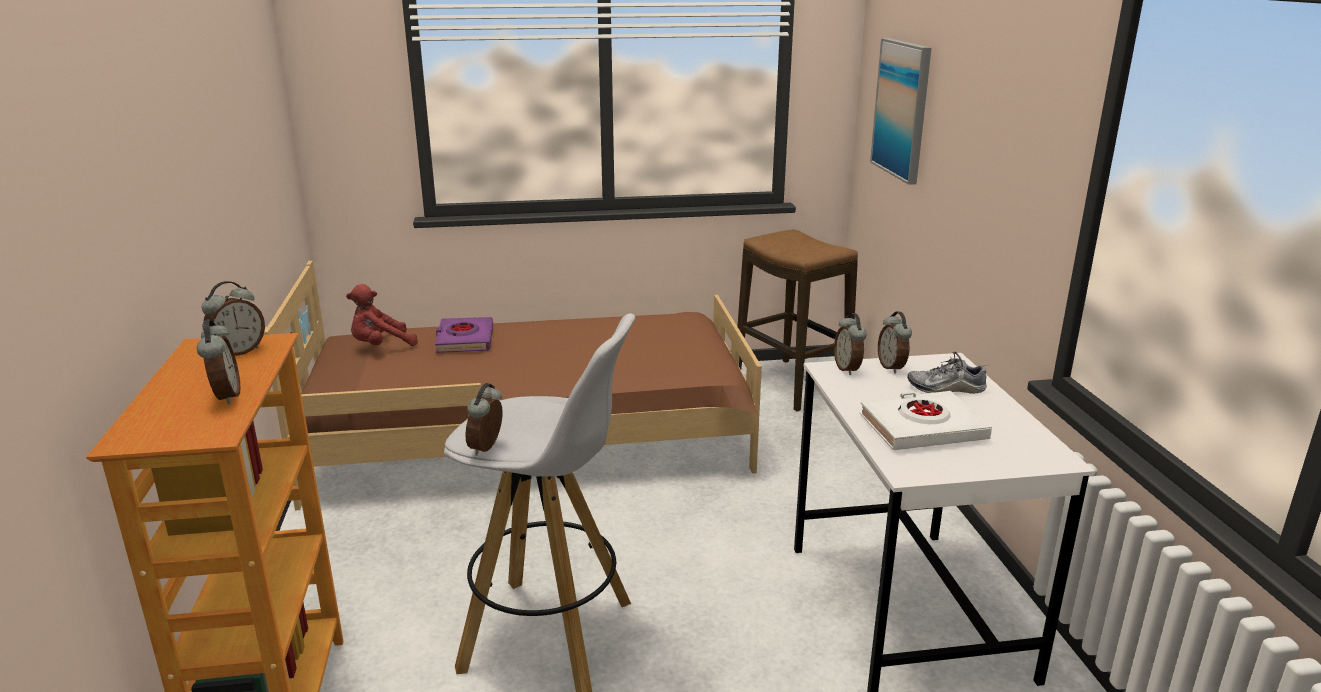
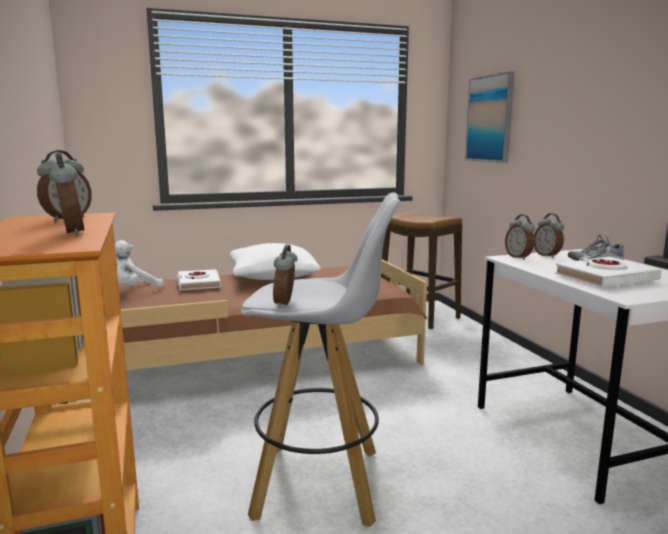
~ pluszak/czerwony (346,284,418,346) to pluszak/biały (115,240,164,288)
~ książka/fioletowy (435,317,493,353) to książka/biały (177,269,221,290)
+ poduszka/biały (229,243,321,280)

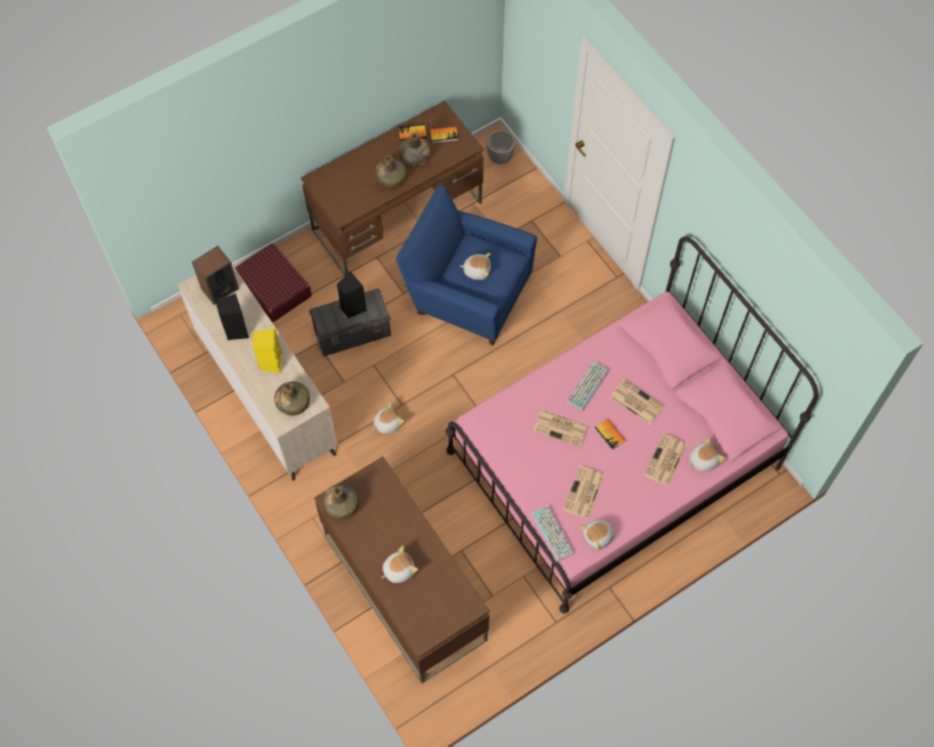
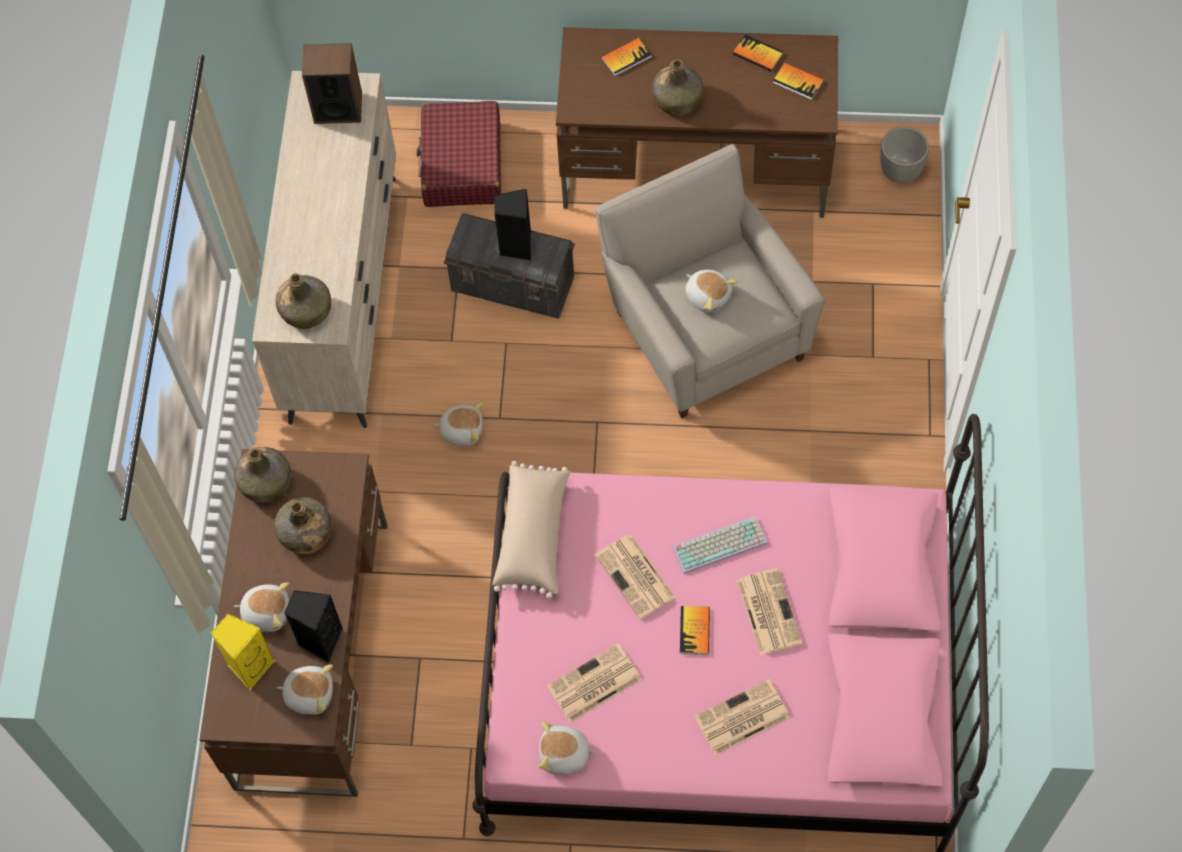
~ głośnik/żółty (252,328,282,373) to (210,614,275,690)
~ butelka/zielony (399,133,431,167) to (274,497,332,554)
~ pluszak (689,437,726,472) to (276,664,333,715)
~ głośnik/czarny (216,293,249,340) to (284,590,343,663)
+ poduszka/beżowy (492,461,570,598)
~ fotel/niebieski (396,185,537,345) to fotel/beżowy (595,144,825,418)
+ książka (601,38,652,76)
- klawiatura (531,505,574,562)

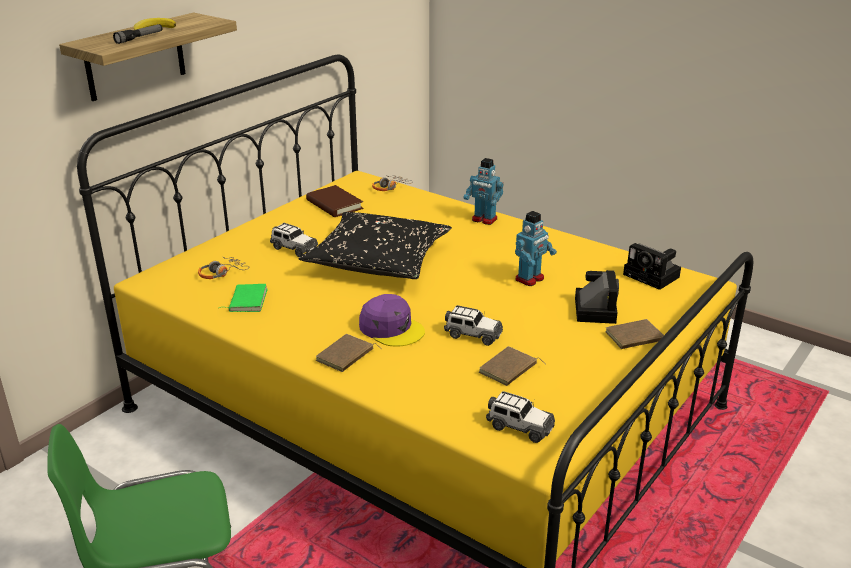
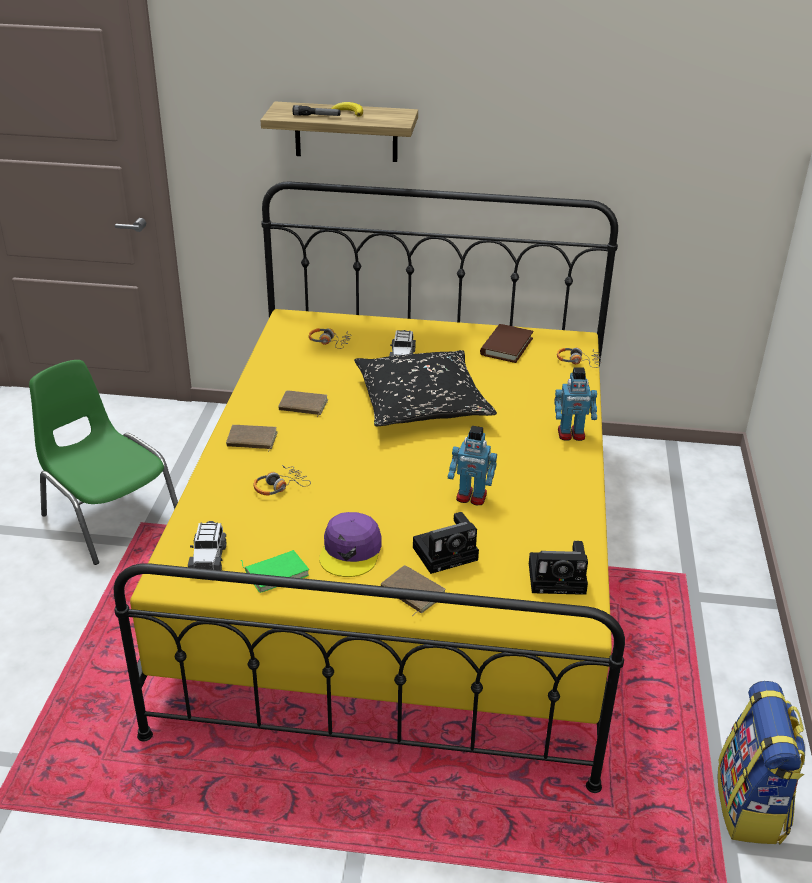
~ książka/zielony (219,284,268,312) to (241,550,309,593)
+ słuchawki (254,465,311,496)
~ książka/brązowy (479,346,546,386) to (278,390,328,417)
~ czapka z daszkiem/fioletowy (359,294,425,347) to (319,512,382,577)
~ aparat fotograficzny (623,243,681,290) = (529,541,588,595) 105 degrees counterclockwise
~ robot zabawkowy (464,158,504,225) = (554,367,597,441) 90 degrees counterclockwise
+ plecak (718,681,806,845)
- samochodzik (444,305,503,346)

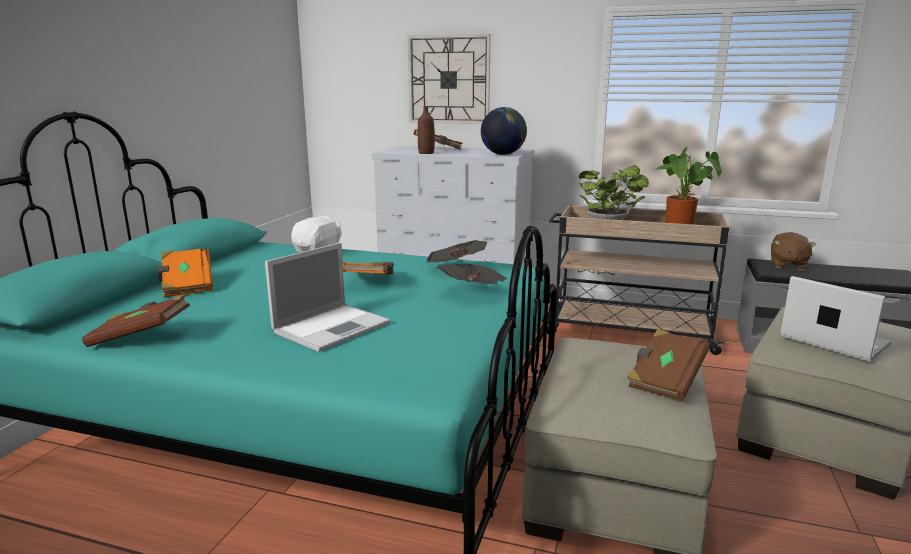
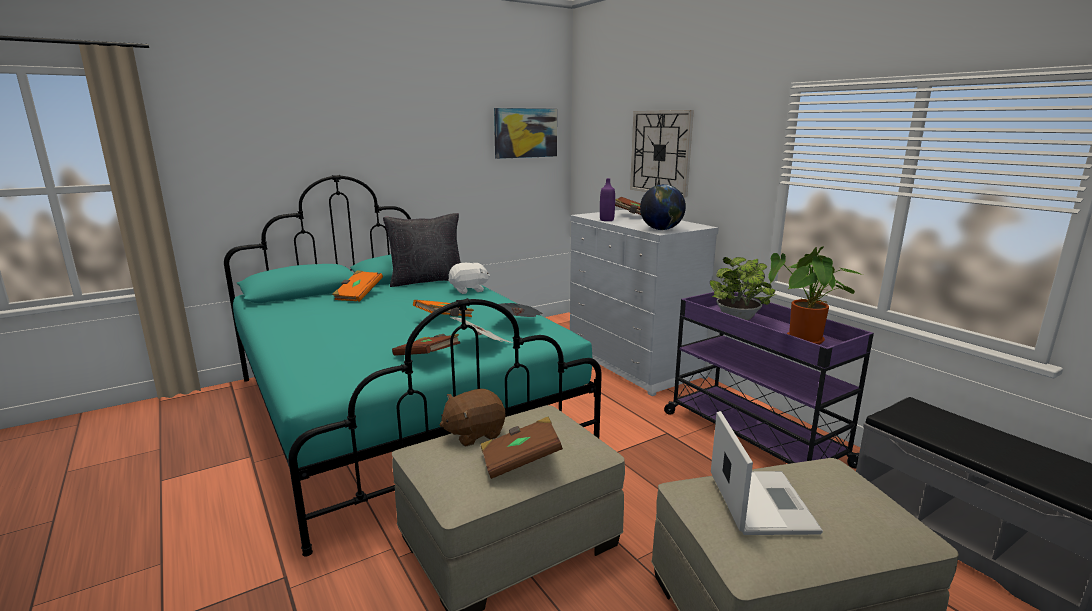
+ poduszka/czarny (383,213,461,287)
~ książka/brązowy (82,294,190,347) to (392,334,460,356)
~ pluszak/brązowy (771,232,816,270) to (440,389,505,446)
+ obraz (494,108,557,159)
~ butelka/brązowy (418,106,435,154) to butelka/fioletowy (600,178,615,221)
~ wózek/beżowy (547,205,729,355) to wózek/fioletowy (664,291,874,468)
- laptop (265,243,390,352)

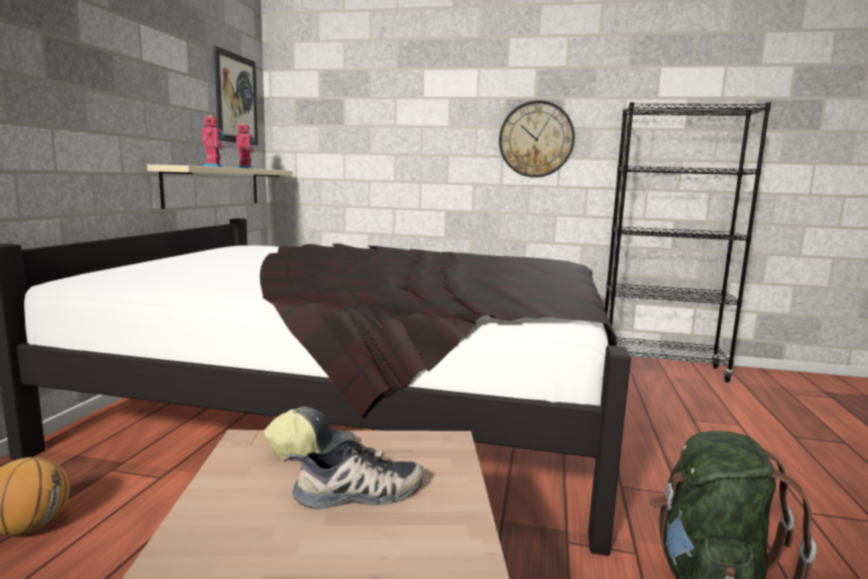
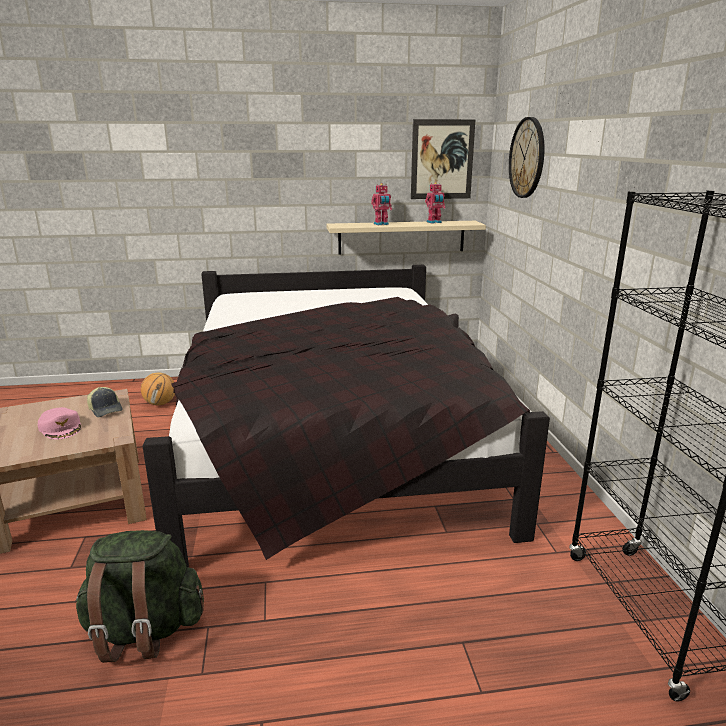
~ but (287,439,424,509) to czapka z daszkiem/różowy (38,407,81,439)
~ zegar ścienny (499,100,575,178) to (509,117,545,198)

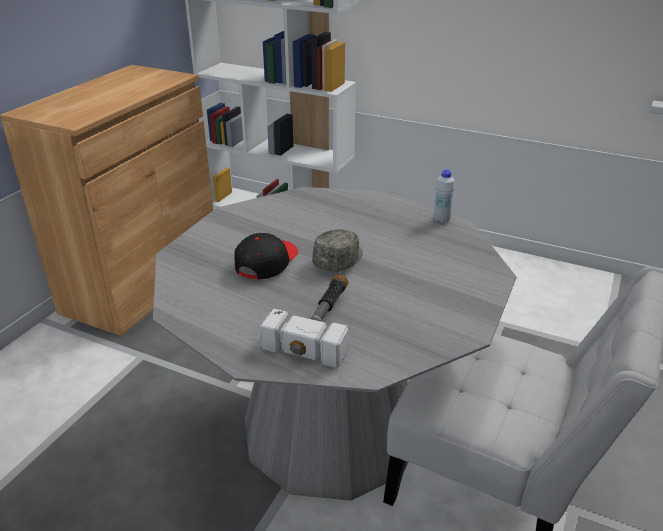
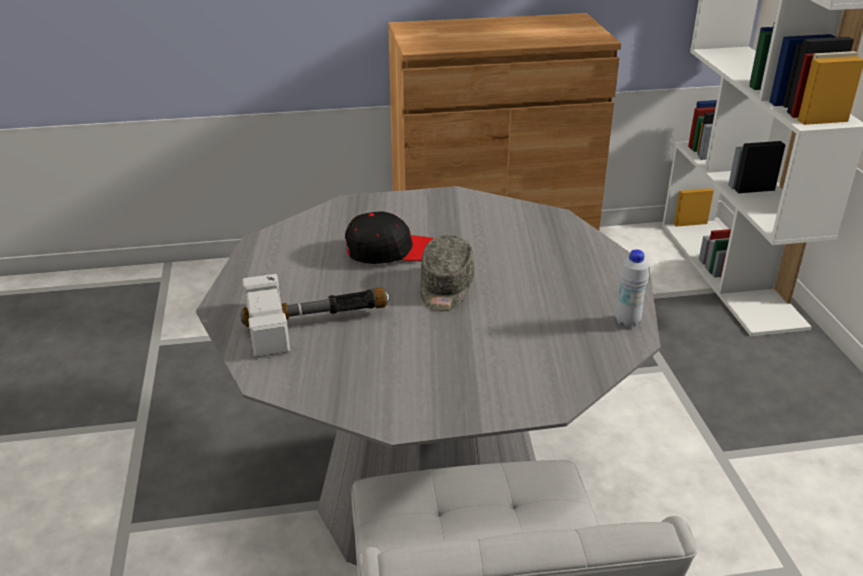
~ czapka z daszkiem/szary (312,229,363,272) = (420,235,474,311) 105 degrees clockwise

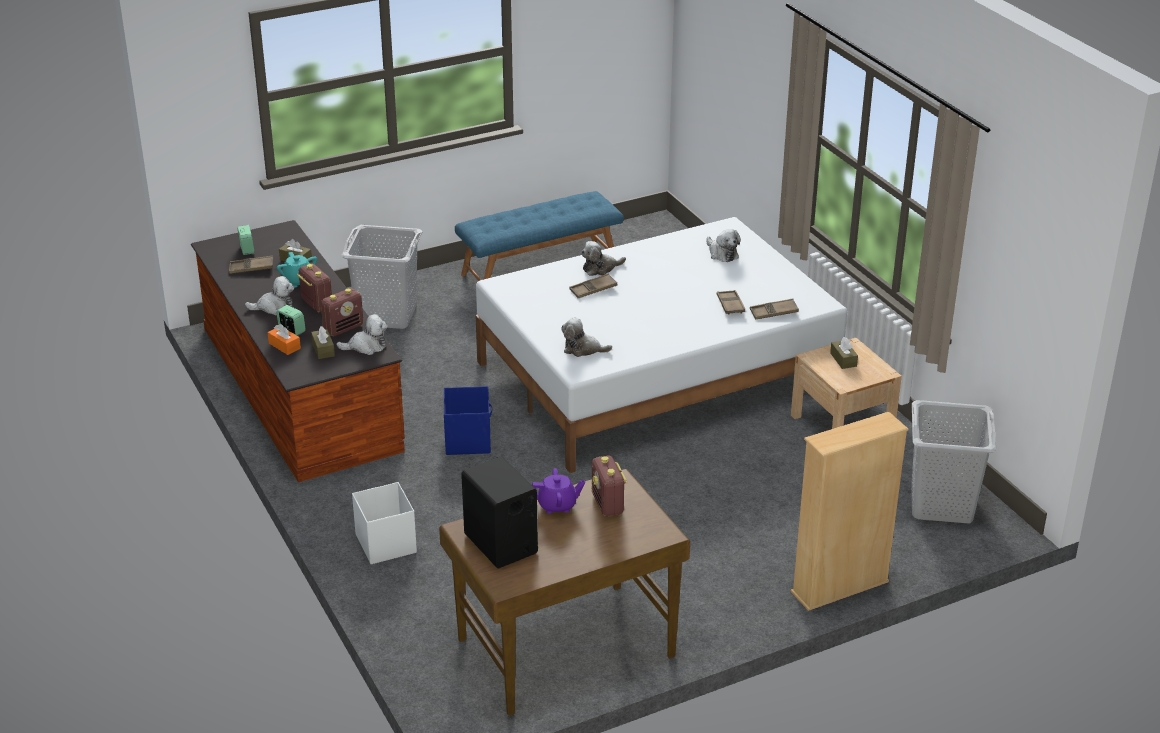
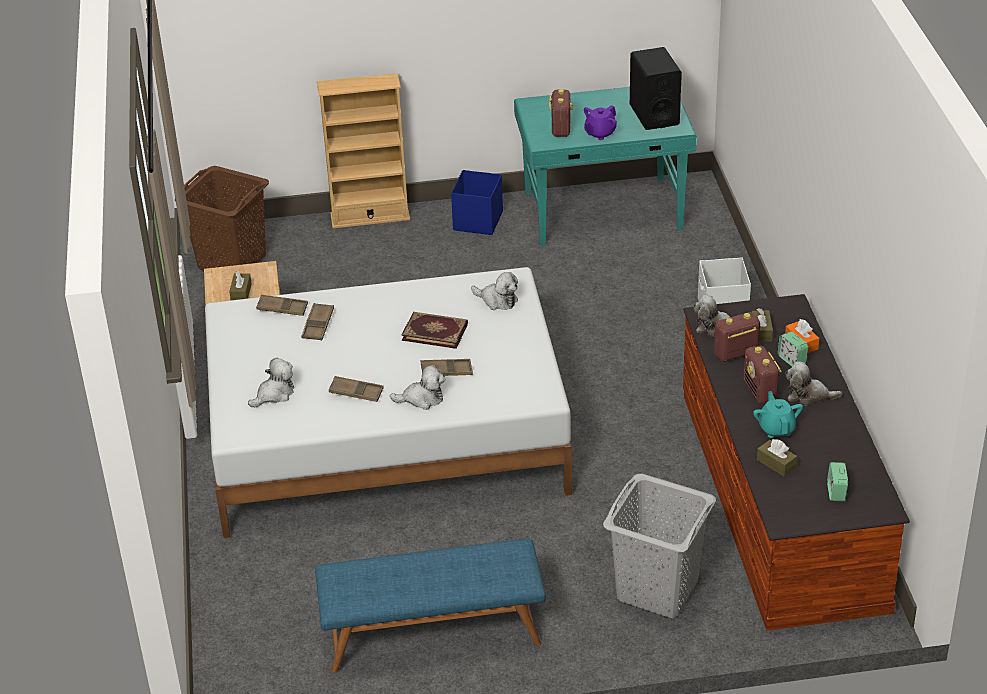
~ kosz na pranie/szary (911,400,996,524) to kosz na pranie/brązowy (175,166,269,271)
~ pluszak (706,229,741,262) = (248,358,294,407) 60 degrees clockwise
~ taca/brązowy (229,256,274,274) to (329,376,383,402)
+ książka (401,312,468,349)
~ pojemnik do przechowywania/niebieski (444,386,492,455) to (451,170,503,235)
~ biurko/brązowy (439,469,690,716) to biurko/turkusowy (514,87,697,246)
~ imbryk/fioletowy (532,468,585,514) = (584,105,617,140) 60 degrees counterclockwise

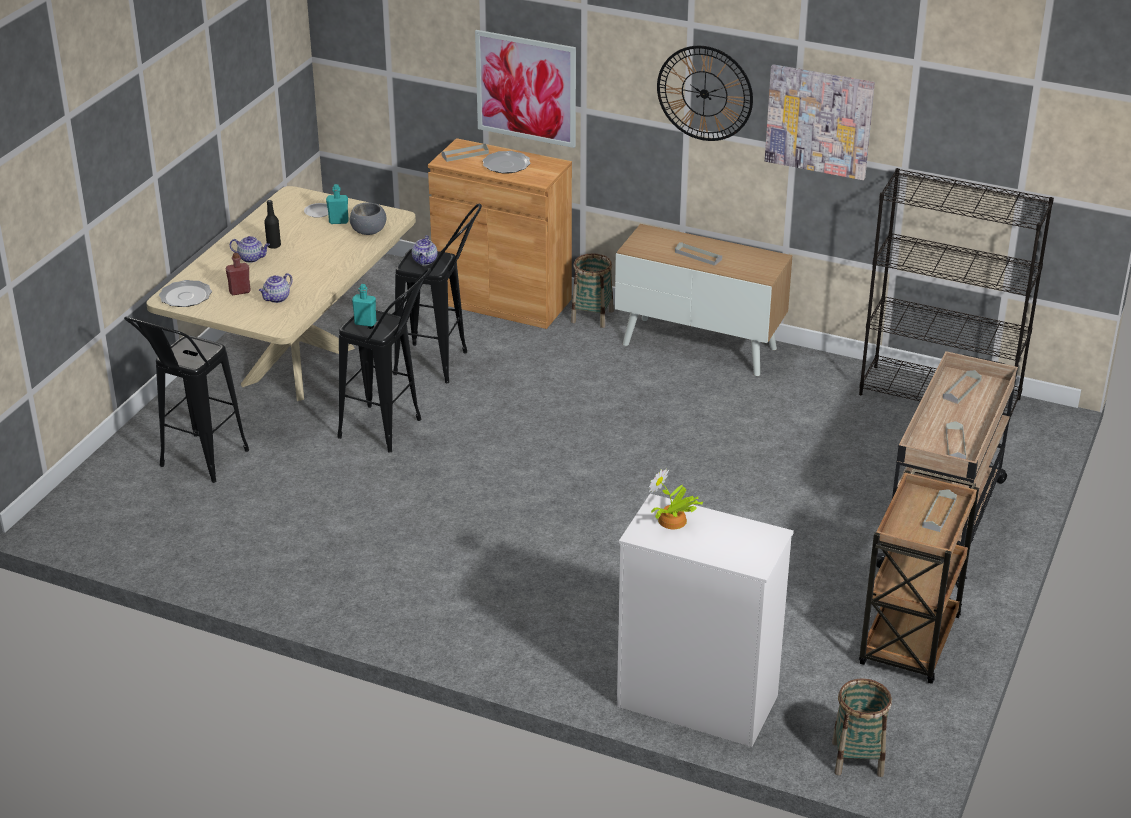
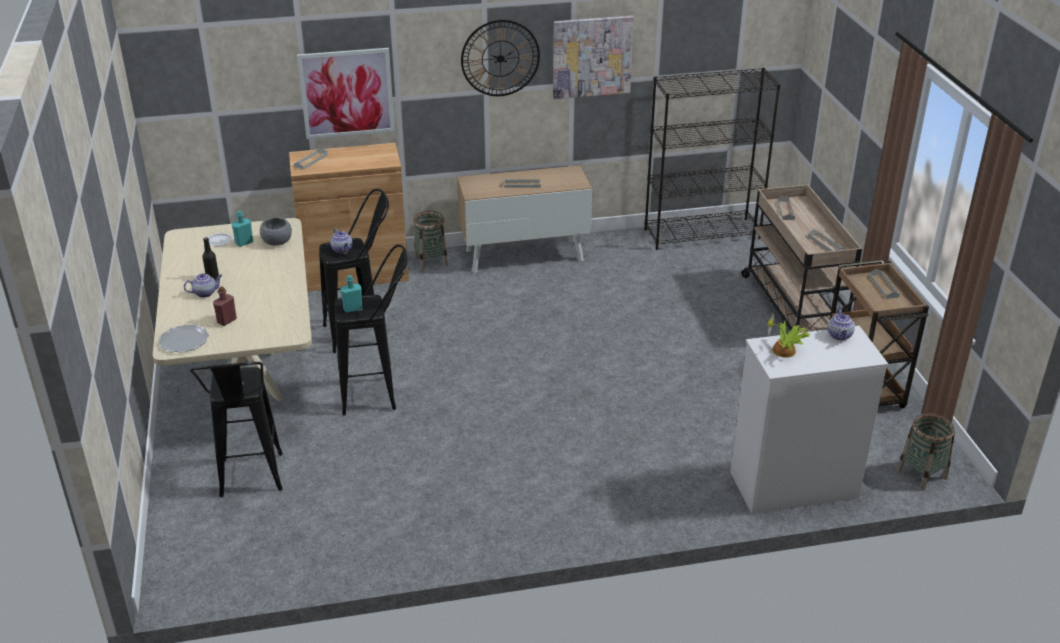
~ imbryk (259,273,293,303) to (827,309,855,341)
- talerz (483,151,531,174)

